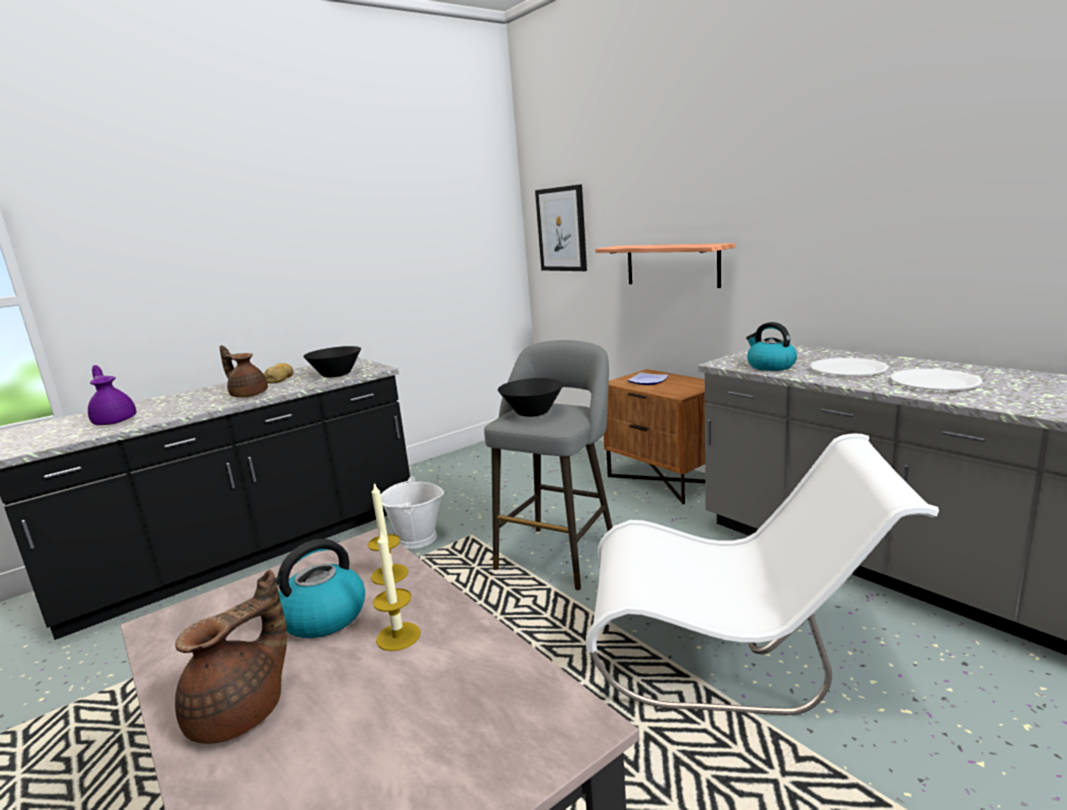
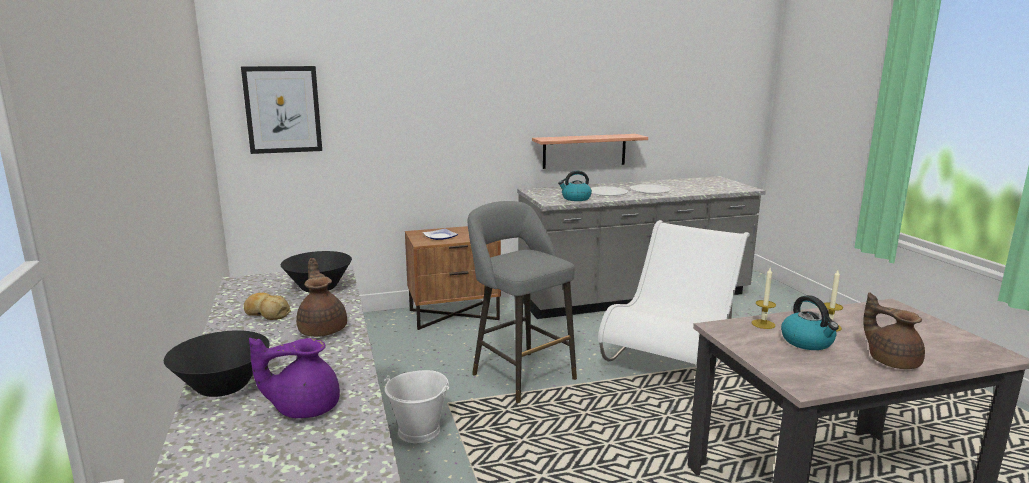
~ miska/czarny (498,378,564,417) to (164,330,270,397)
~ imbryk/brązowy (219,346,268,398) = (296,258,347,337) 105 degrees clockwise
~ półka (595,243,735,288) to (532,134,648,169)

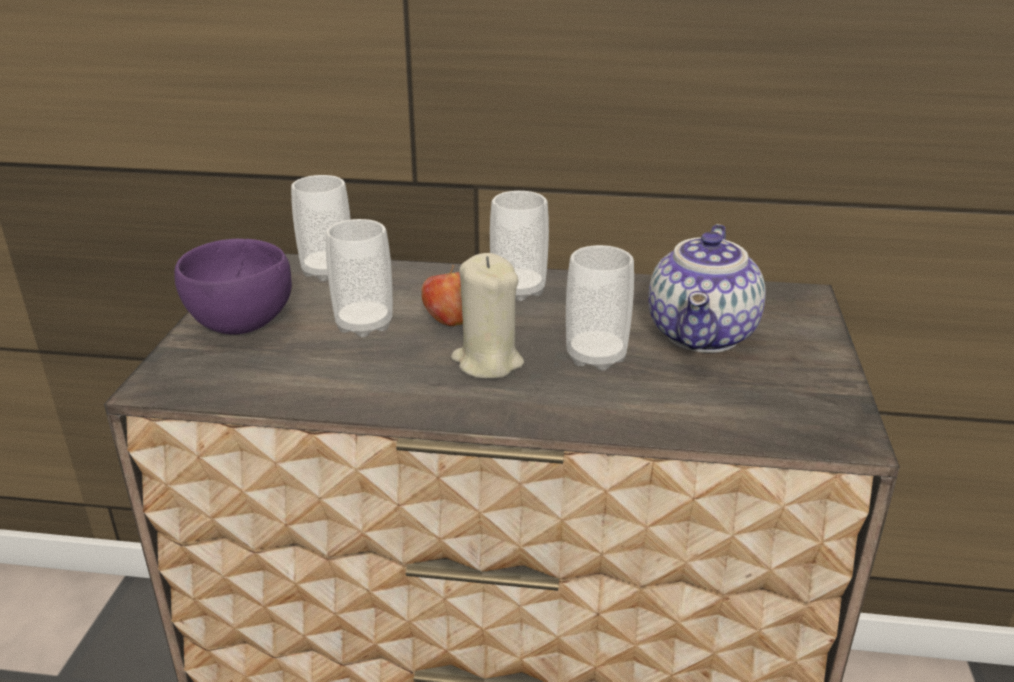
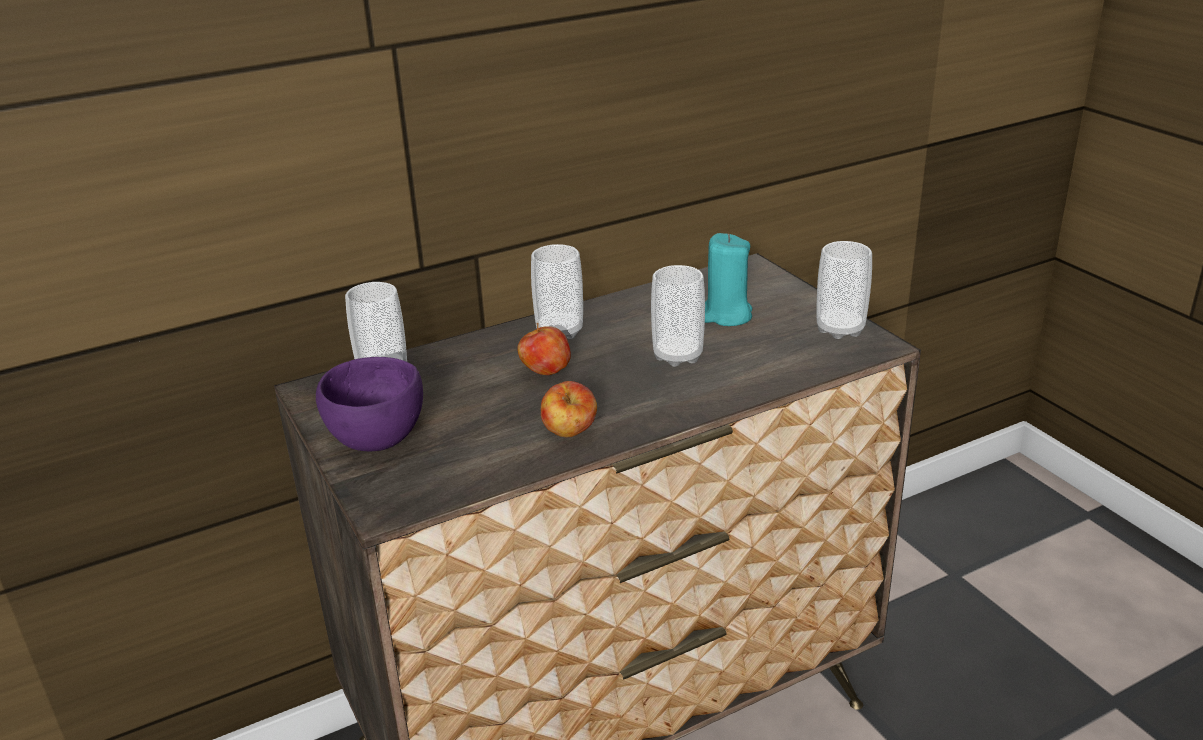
+ jabłko (541,381,597,437)
~ imbryk (649,224,766,353) to świeca/turkusowy (705,233,752,326)
~ filiżanka (326,219,393,337) to (817,241,872,339)
- świeca/beżowy (451,253,524,379)

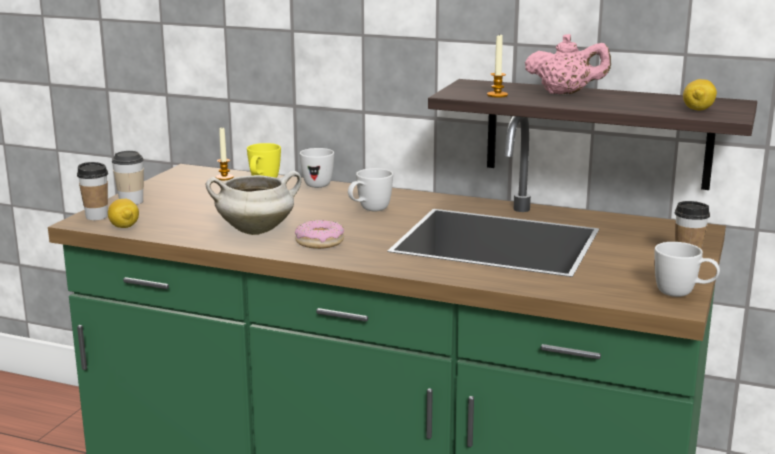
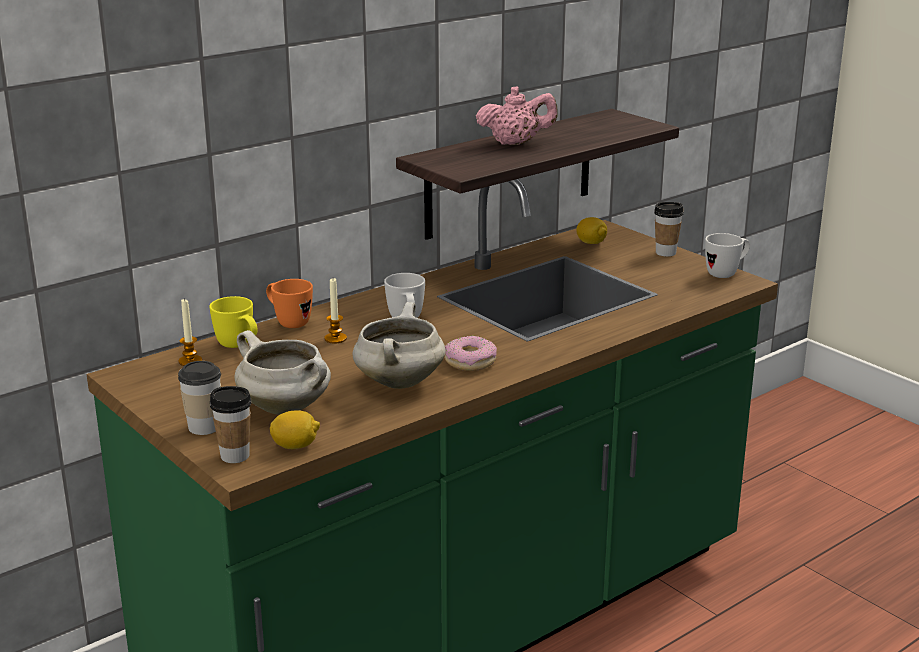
+ garnek/biały (234,330,331,415)
~ kubek/biały (300,148,334,188) to kubek/pomarańczowy (266,279,313,328)
~ świeca (487,33,508,98) to (324,278,347,344)
~ imbryk/różowy (525,34,611,95) = (476,86,558,145) 45 degrees clockwise
~ cytryna (683,79,717,111) to (576,217,607,244)

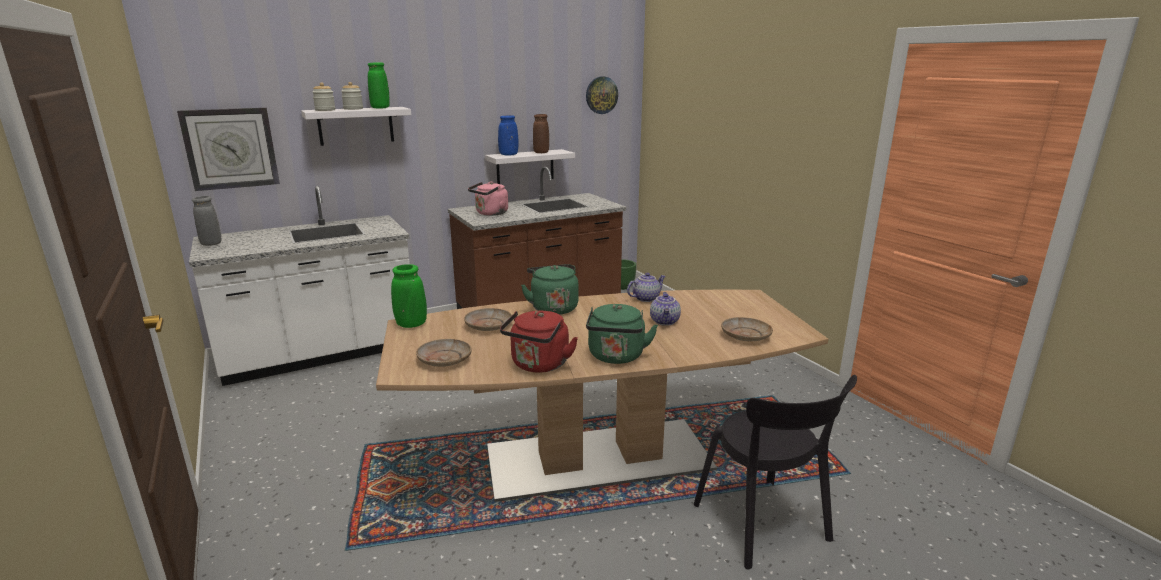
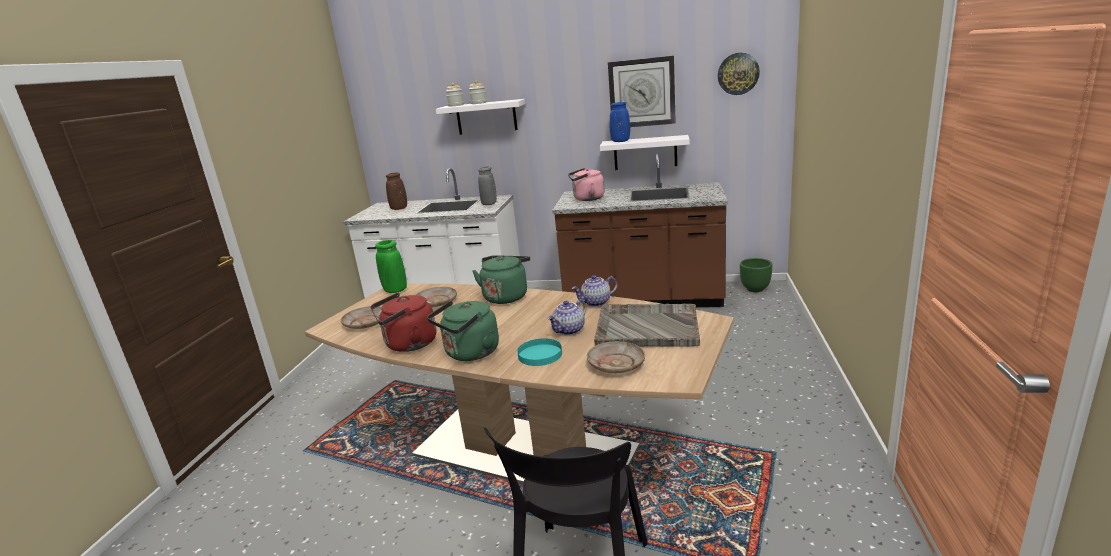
~ wazon/brązowy (533,114,549,153) to (386,172,407,210)
~ wazon/szary (192,196,221,246) to (478,166,497,205)
+ talerz/turkusowy (517,338,562,366)
~ imbryk (627,273,665,302) = (572,275,617,307) 150 degrees clockwise
+ taca/szary (594,304,700,347)
~ zegar ścienny (177,108,280,191) to (608,56,676,127)
- wazon/zielony (368,62,390,109)

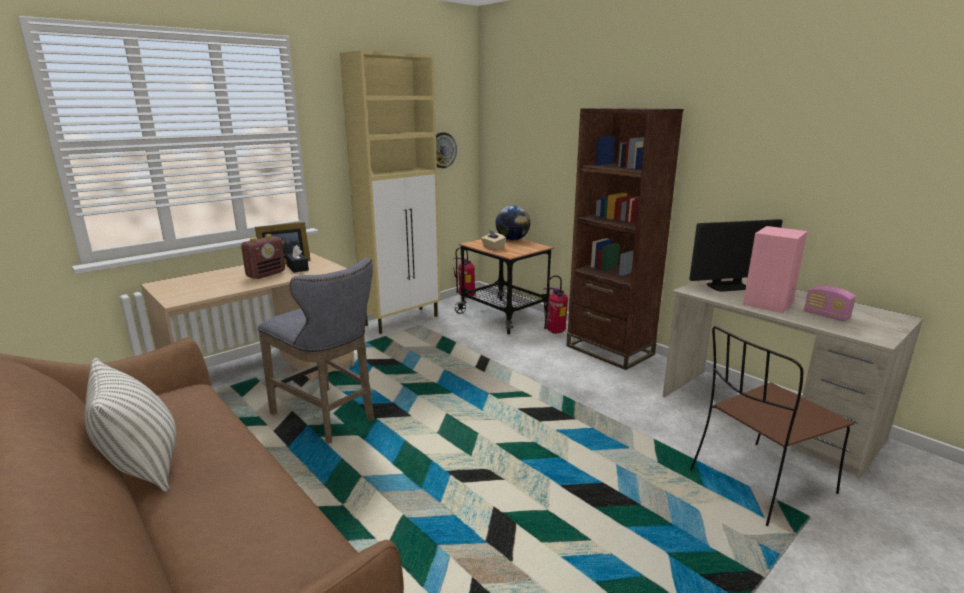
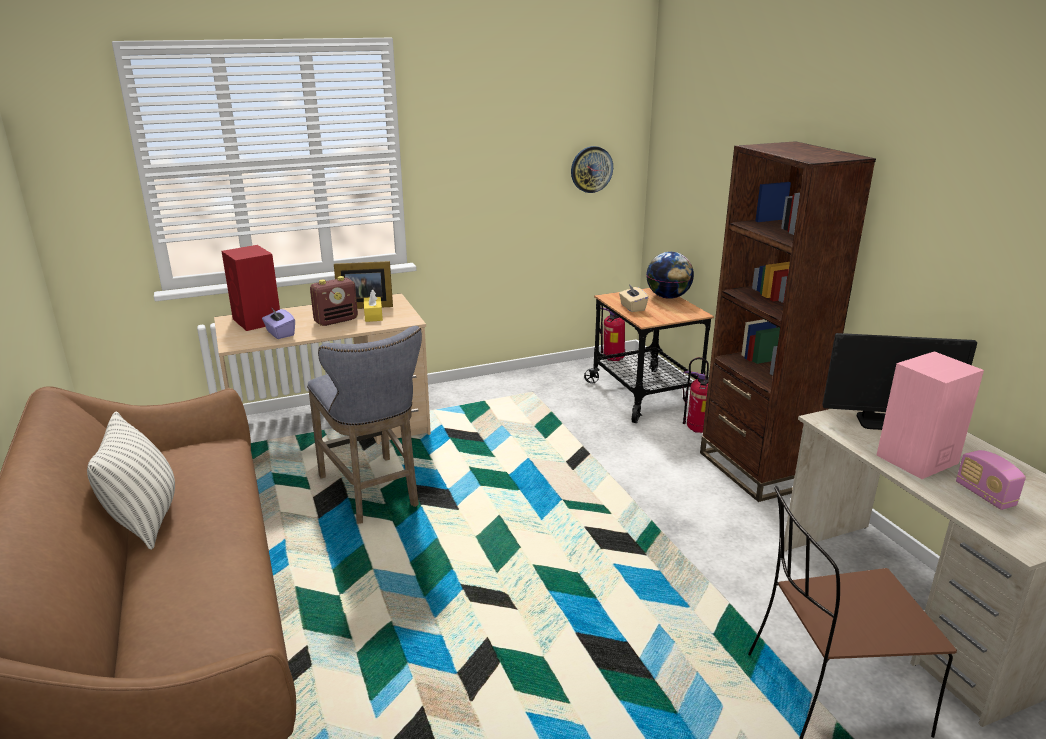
+ głośnik/czerwony (222,245,280,331)
+ pudełko chusteczek/fioletowy (262,307,295,339)
~ pudełko chusteczek/czarny (286,245,309,273) to pudełko chusteczek/żółty (364,290,383,322)
- szafka/beżowy (340,50,440,334)

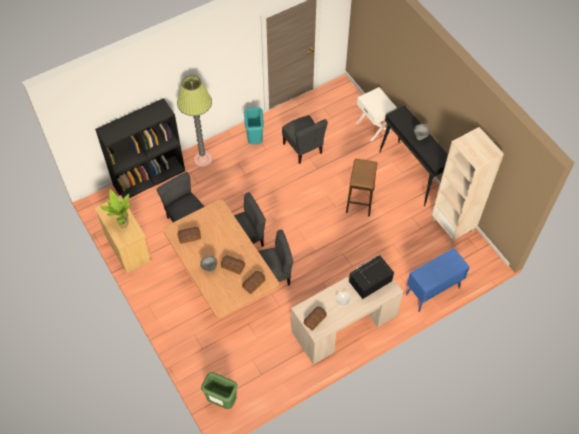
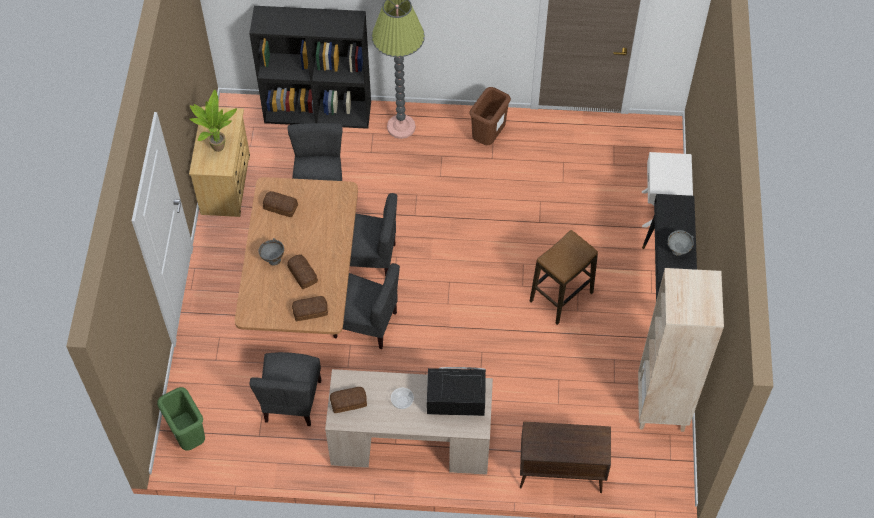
~ krzesło/szary (282,115,328,164) to (250,352,321,426)
~ kosz na śmieci/turkusowy (244,108,264,144) to kosz na śmieci/brązowy (469,87,511,145)
~ szafka/niebieski (406,248,470,312) to szafka/brązowy (520,421,611,493)

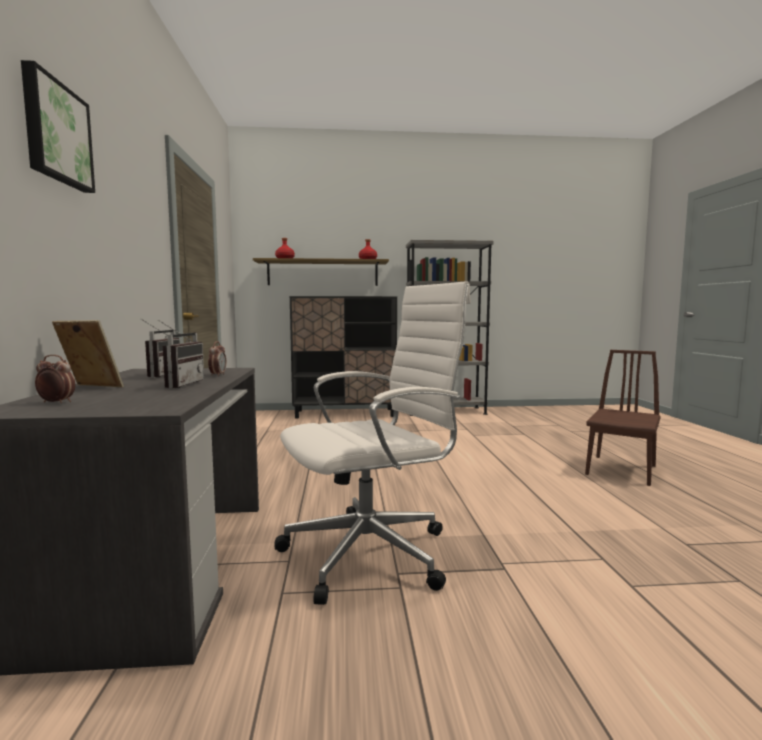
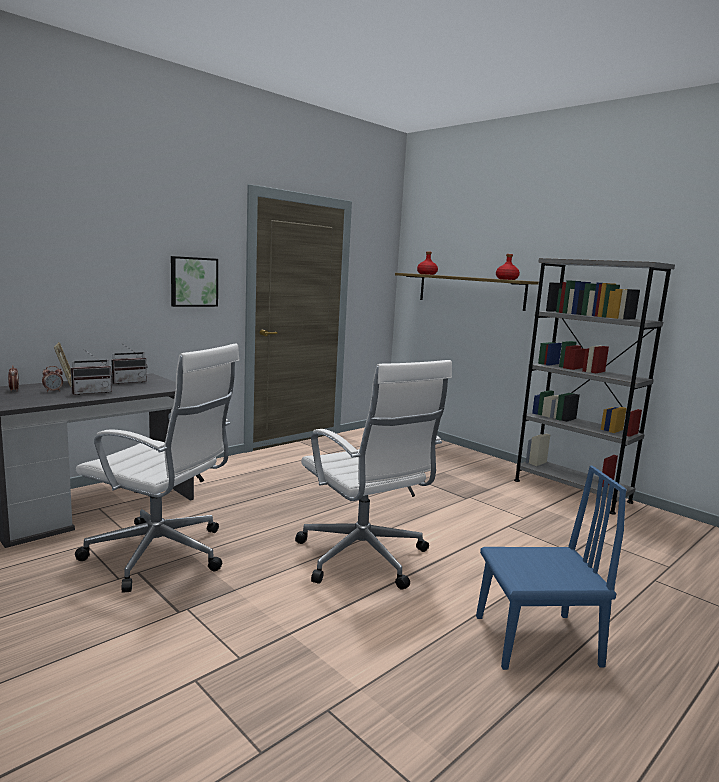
~ budzik (208,341,226,376) to (42,366,63,392)
~ obraz (21,60,95,193) to (171,256,218,307)
+ krzesło biurowe/biały (295,360,452,590)
~ krzesło/brązowy (585,350,661,486) to krzesło/niebieski (476,466,627,670)
- szafka/czarny (290,296,397,419)

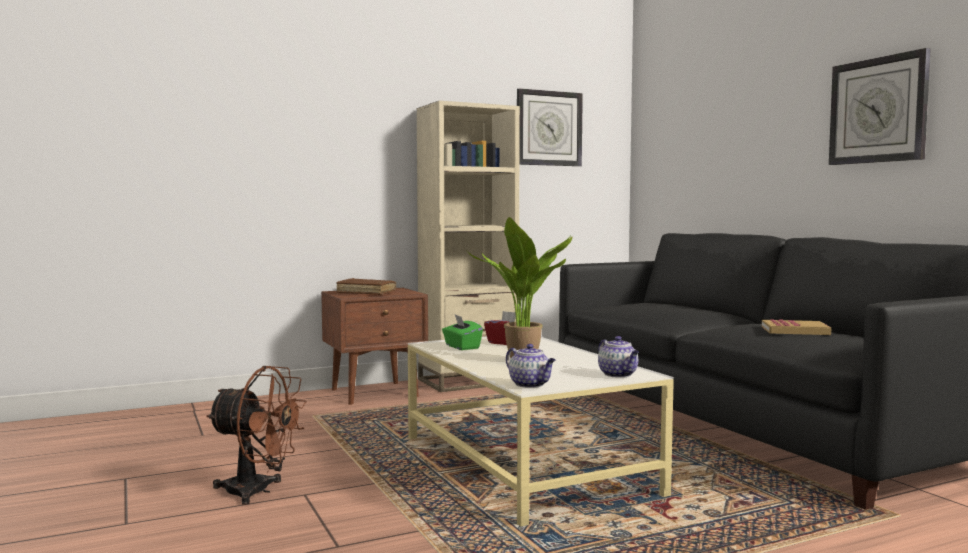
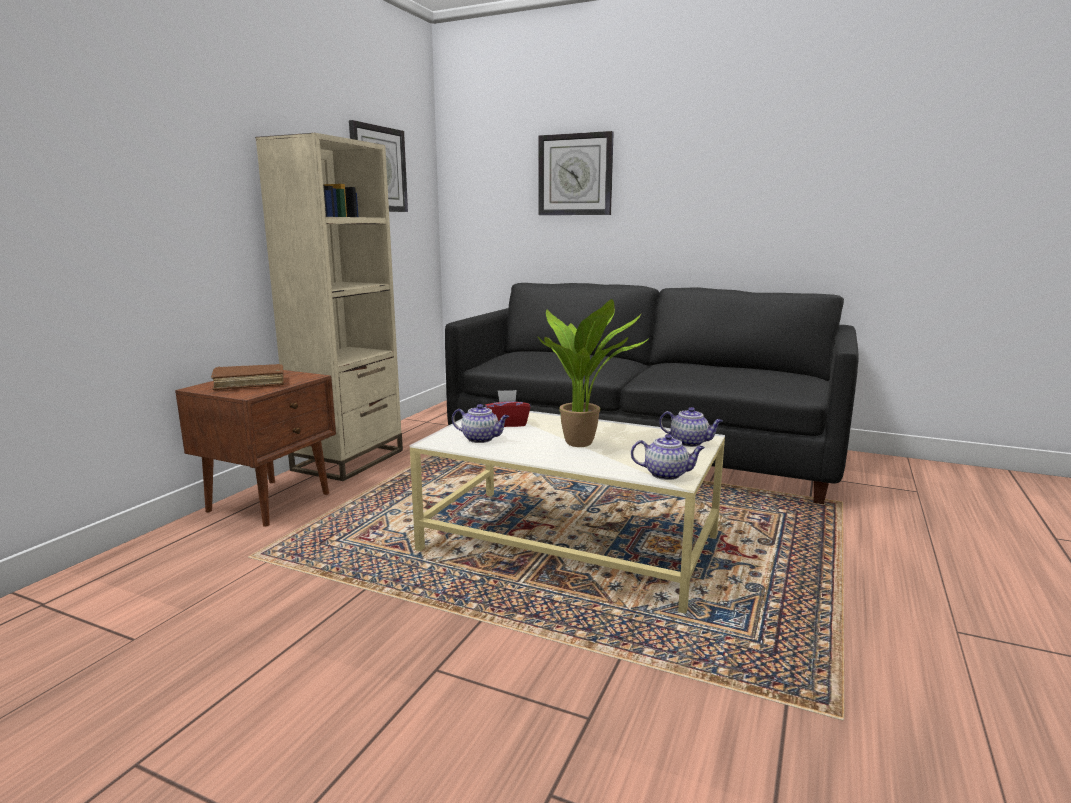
~ pudełko chusteczek/zielony (442,315,483,350) to imbryk (452,404,509,443)
~ zegar ścienny (829,48,931,165) to (538,131,614,215)
- wentylator/brązowy (206,366,307,505)
- książka (762,319,831,335)

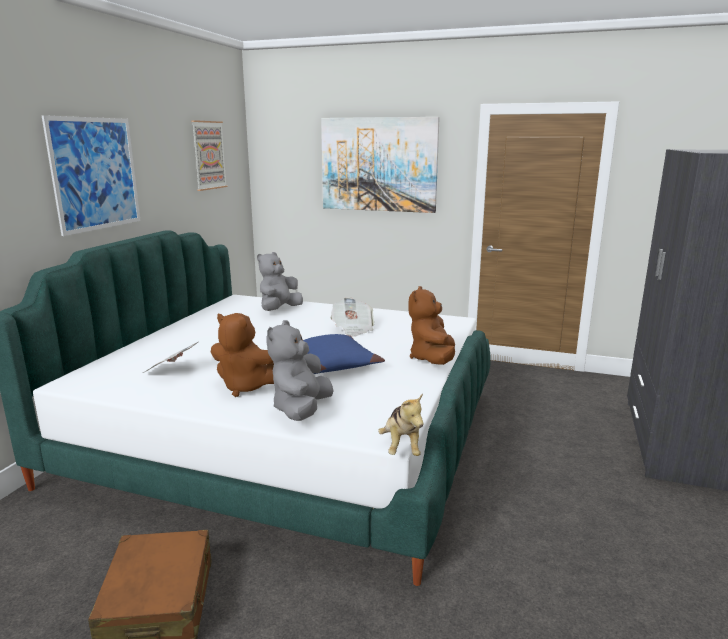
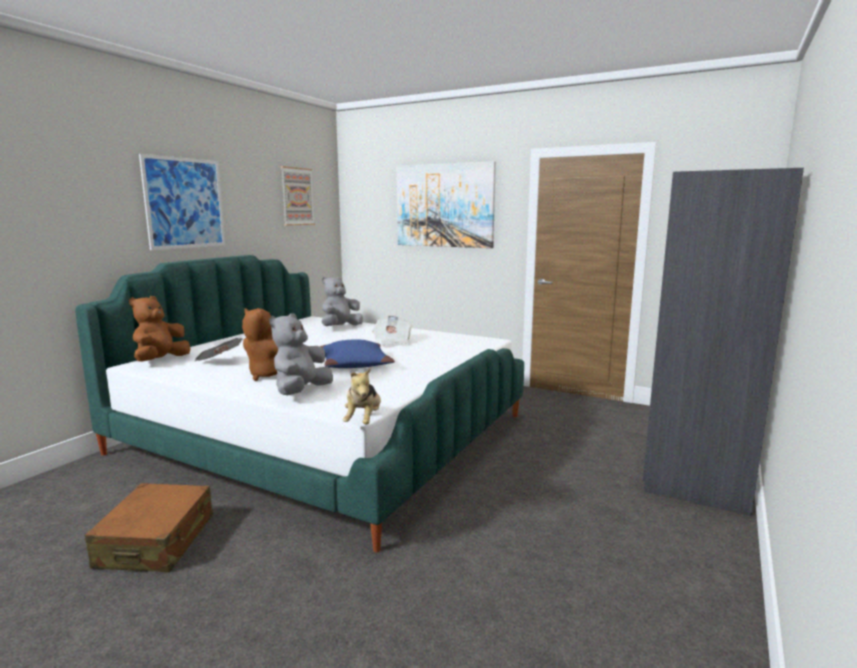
~ pluszak/brązowy (408,286,455,365) to (129,296,190,362)

